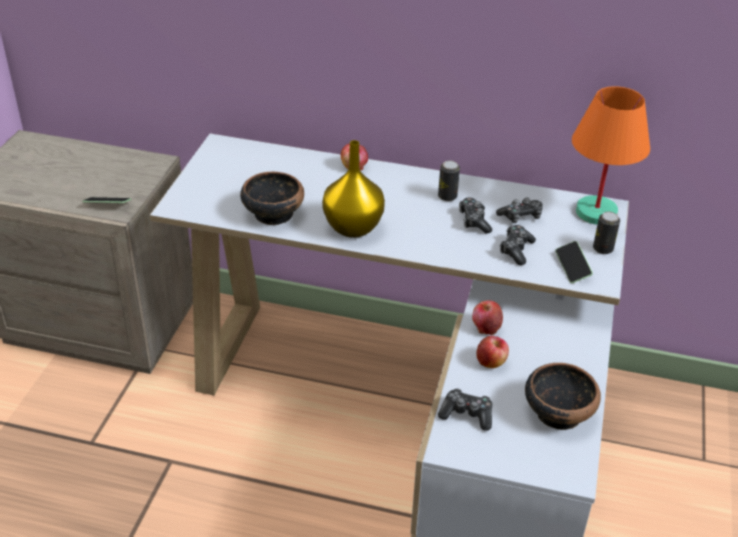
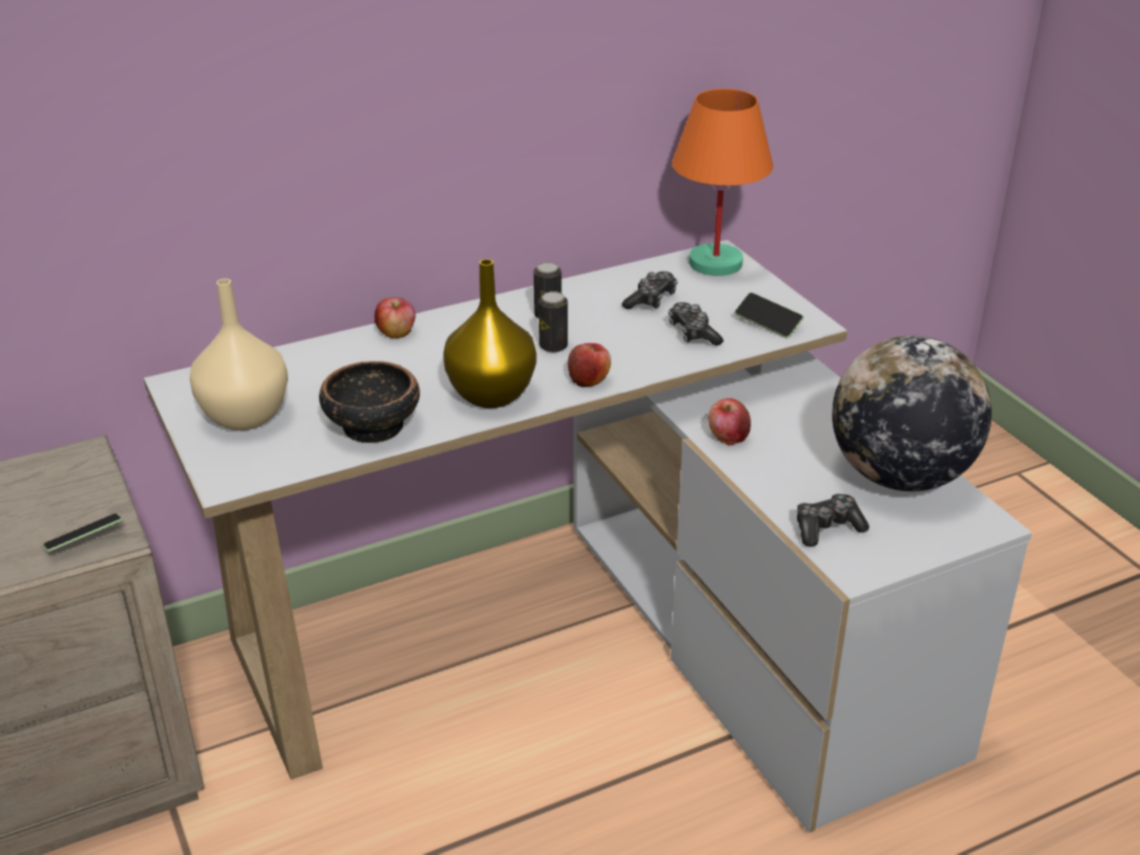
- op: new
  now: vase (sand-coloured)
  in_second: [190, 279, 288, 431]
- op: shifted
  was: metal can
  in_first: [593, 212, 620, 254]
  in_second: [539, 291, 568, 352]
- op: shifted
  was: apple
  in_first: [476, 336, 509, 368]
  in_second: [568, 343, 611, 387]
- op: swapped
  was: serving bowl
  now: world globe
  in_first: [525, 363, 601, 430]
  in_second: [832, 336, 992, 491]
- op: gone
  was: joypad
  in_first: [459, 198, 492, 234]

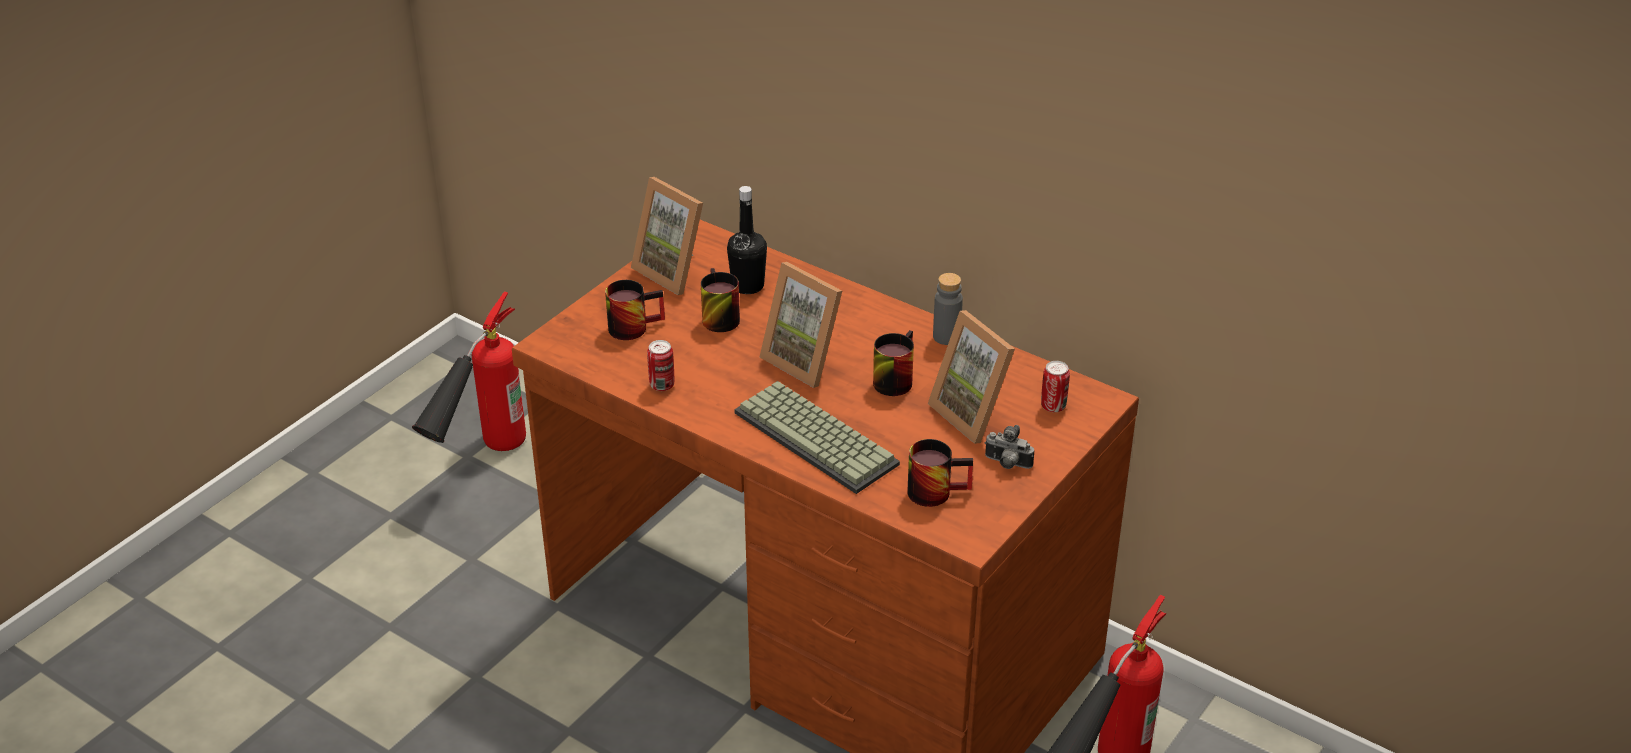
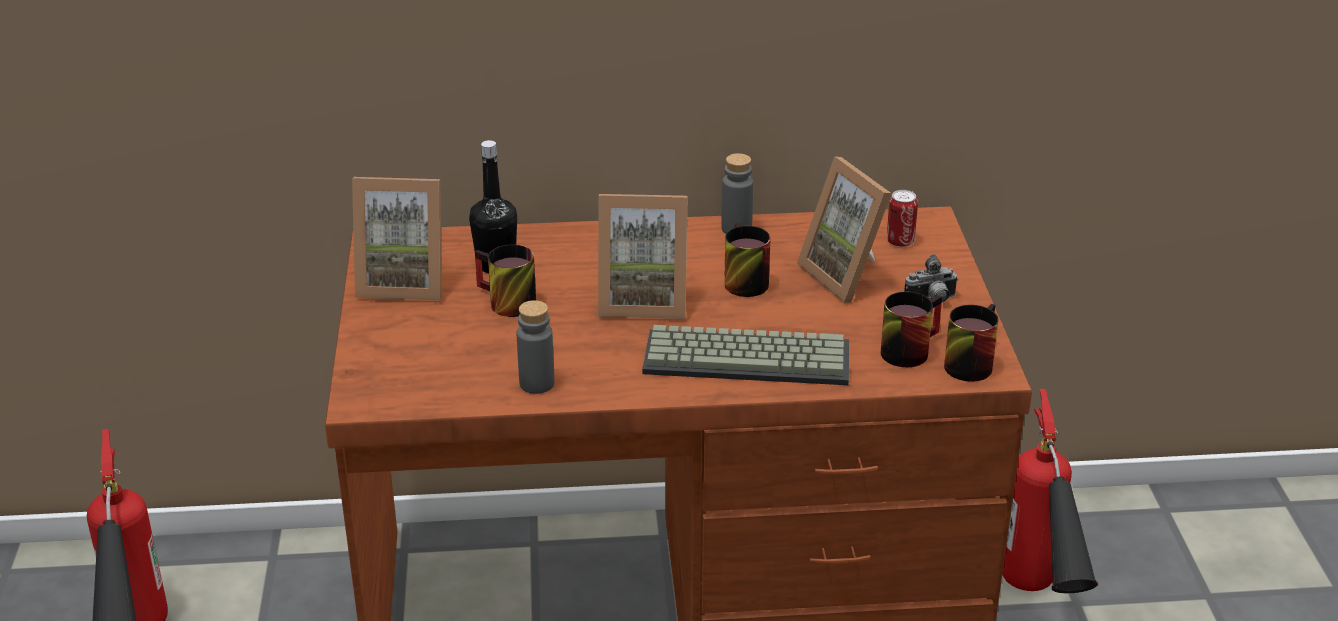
- op: swapped
  was: metal can
  now: drink bottle (grey)
  in_first: [647, 340, 674, 391]
  in_second: [517, 300, 554, 394]
- op: rotated
  was: picture frame
  in_first: [928, 310, 1015, 444]
  in_second: [797, 156, 891, 303]
  clockwise: 45
- op: shifted
  was: tea mug
  in_first: [605, 280, 665, 340]
  in_second: [944, 304, 999, 382]

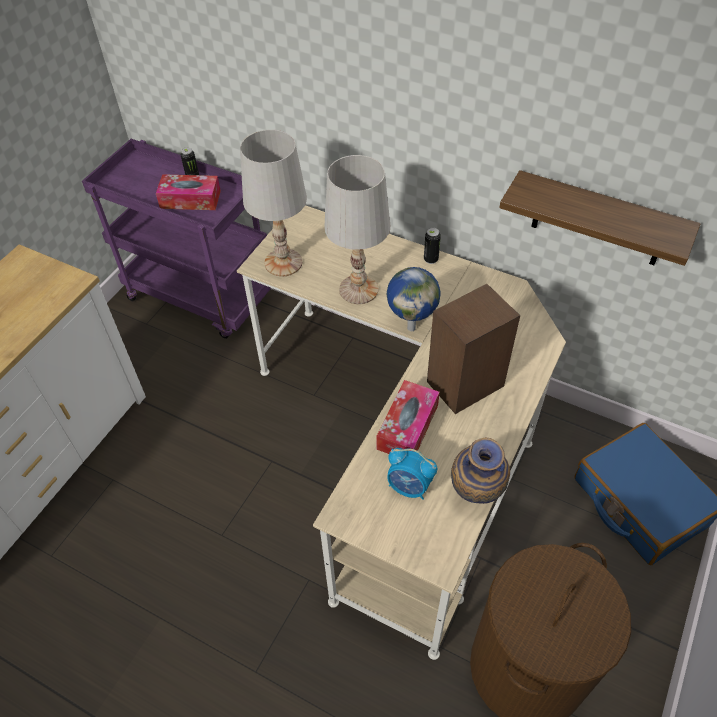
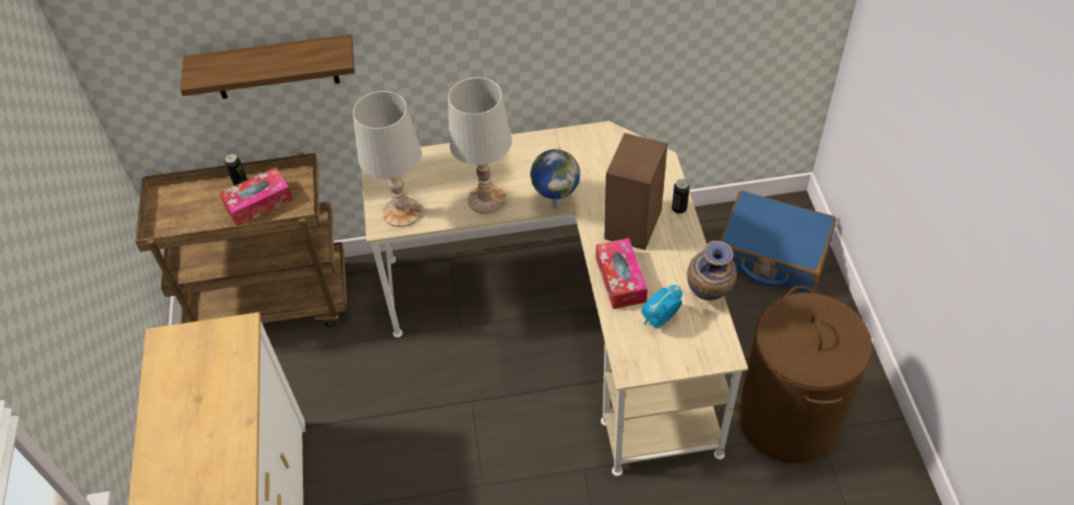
- op: repainted
  was: trolley (purple-coloured)
  now: trolley (brown-coloured)
  in_first: [82, 139, 271, 339]
  in_second: [135, 152, 347, 327]
- op: shifted
  was: shelf
  in_first: [499, 170, 701, 266]
  in_second: [180, 34, 355, 99]
- op: rotated
  was: alarm clock
  in_first: [387, 448, 437, 500]
  in_second: [641, 285, 682, 329]
  clockwise: 150
- op: shifted
  was: metal can
  in_first: [424, 228, 441, 264]
  in_second: [672, 179, 690, 214]

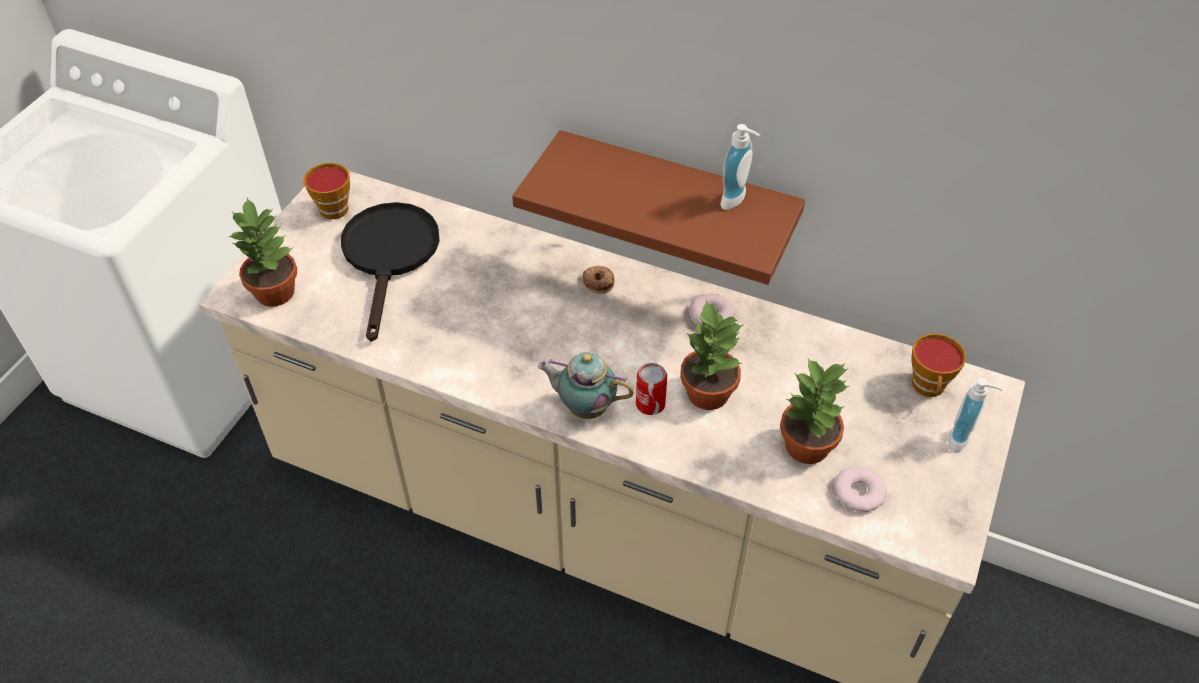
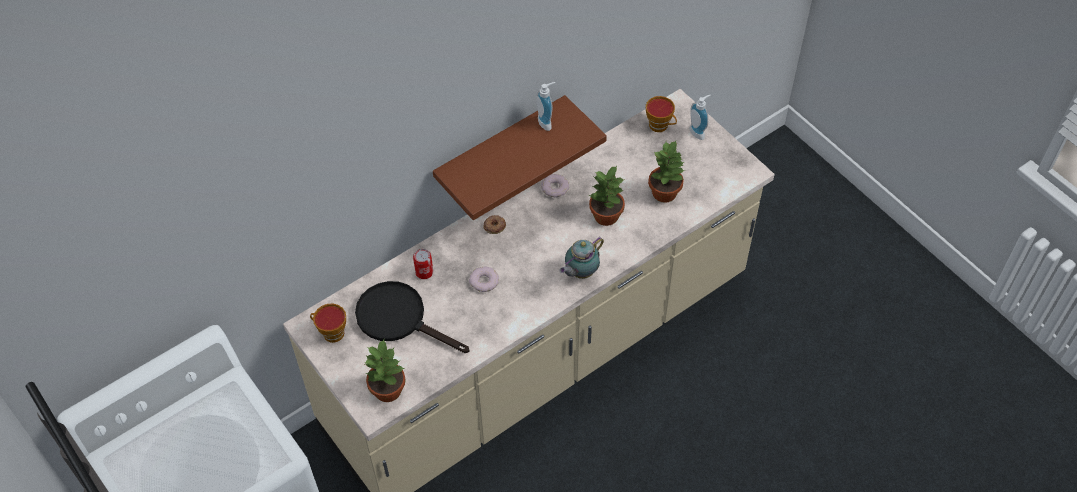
- op: shifted
  was: metal can
  in_first: [636, 363, 667, 415]
  in_second: [413, 249, 433, 279]
- op: shifted
  was: ring doughnut
  in_first: [834, 467, 887, 512]
  in_second: [469, 267, 499, 292]

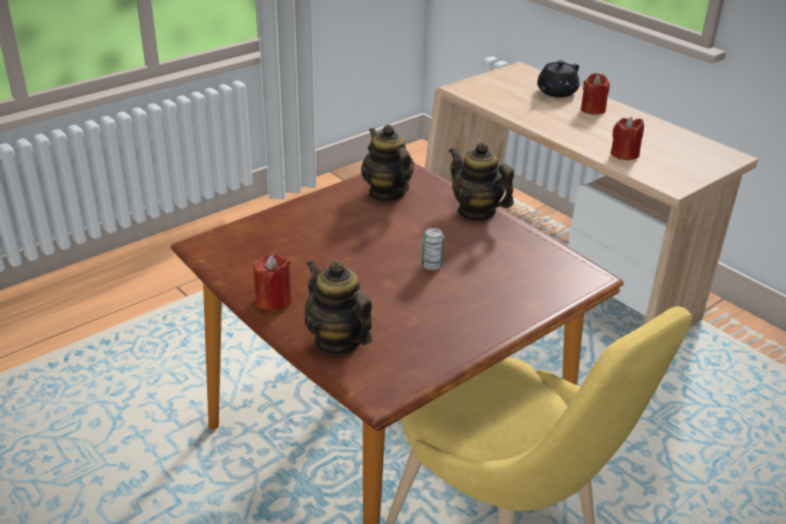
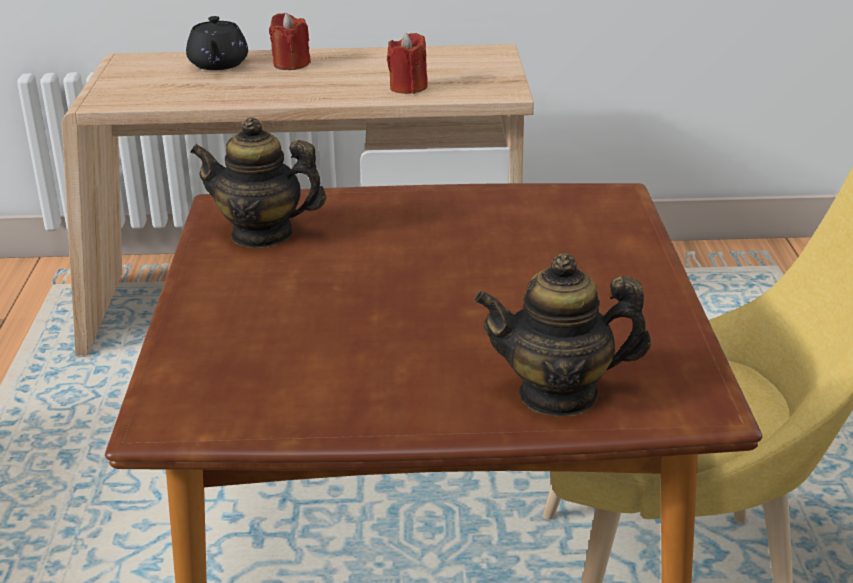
- op: gone
  was: wax candle (red)
  in_first: [253, 253, 292, 311]
- op: gone
  was: metal can
  in_first: [421, 228, 444, 270]
- op: gone
  was: teapot
  in_first: [449, 142, 514, 221]

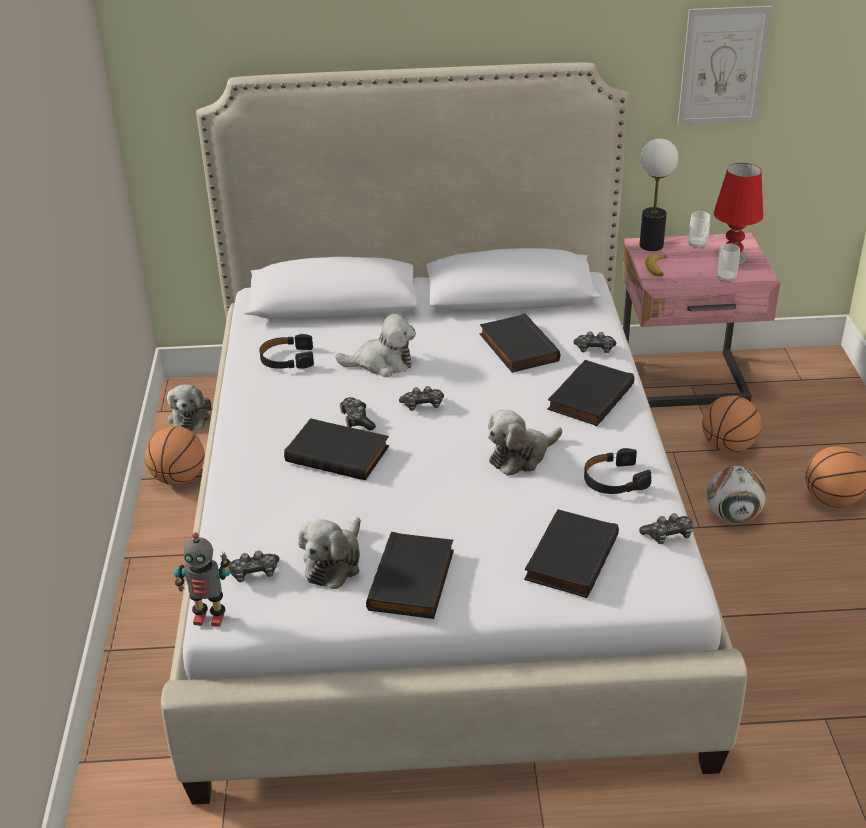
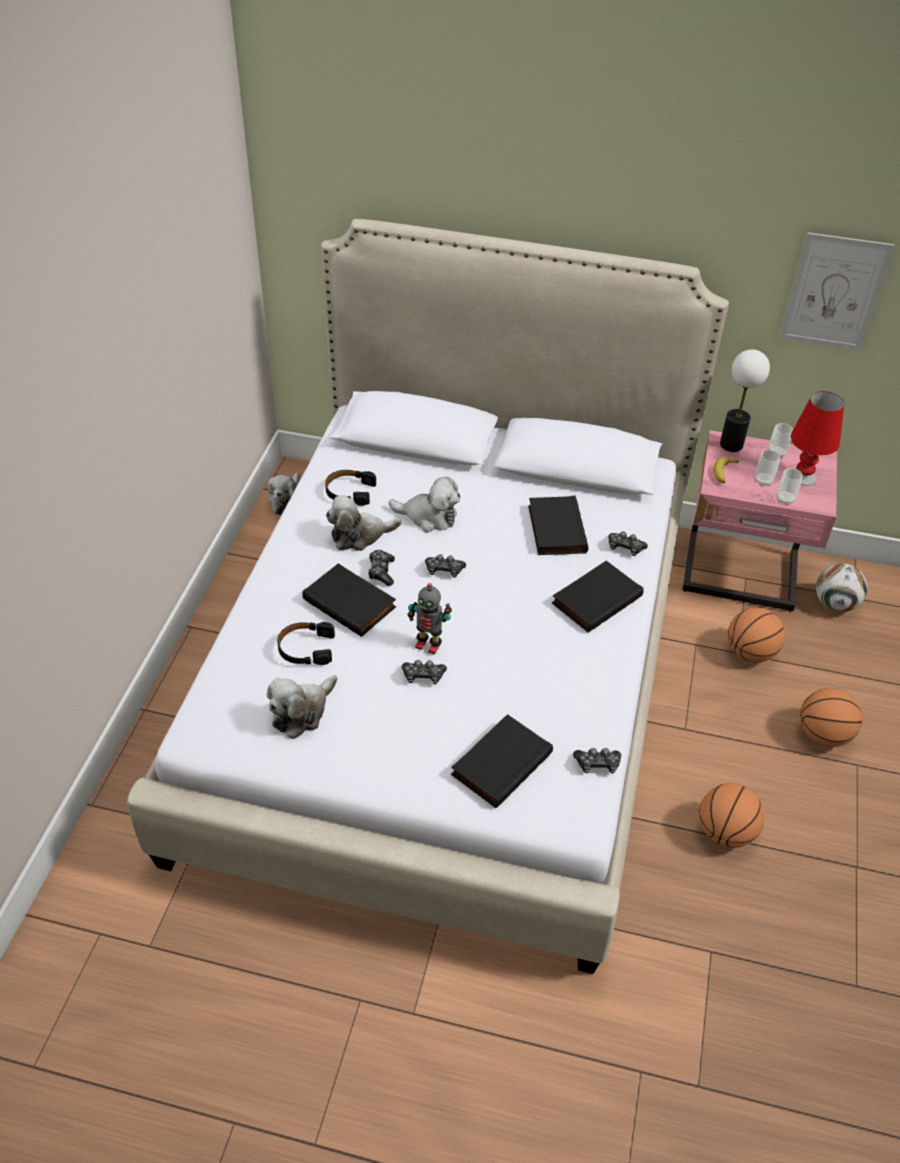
- op: shifted
  was: headset (black)
  in_first: [584, 448, 651, 494]
  in_second: [277, 622, 335, 665]
- op: shifted
  was: soft toy
  in_first: [488, 410, 562, 476]
  in_second: [326, 495, 402, 551]
- op: shifted
  was: joypad
  in_first: [228, 550, 279, 582]
  in_second: [402, 660, 447, 684]
- op: shifted
  was: robot figure
  in_first: [174, 533, 230, 627]
  in_second: [408, 583, 452, 655]
- op: shifted
  was: ball for basketball
  in_first: [145, 426, 205, 485]
  in_second: [699, 783, 764, 848]
- op: new
  now: drinking cup
  in_second: [755, 450, 780, 486]
- op: shifted
  was: football ball
  in_first: [707, 466, 766, 523]
  in_second: [816, 563, 868, 612]
- op: gone
  was: bound book (black)
  in_first: [366, 532, 454, 619]

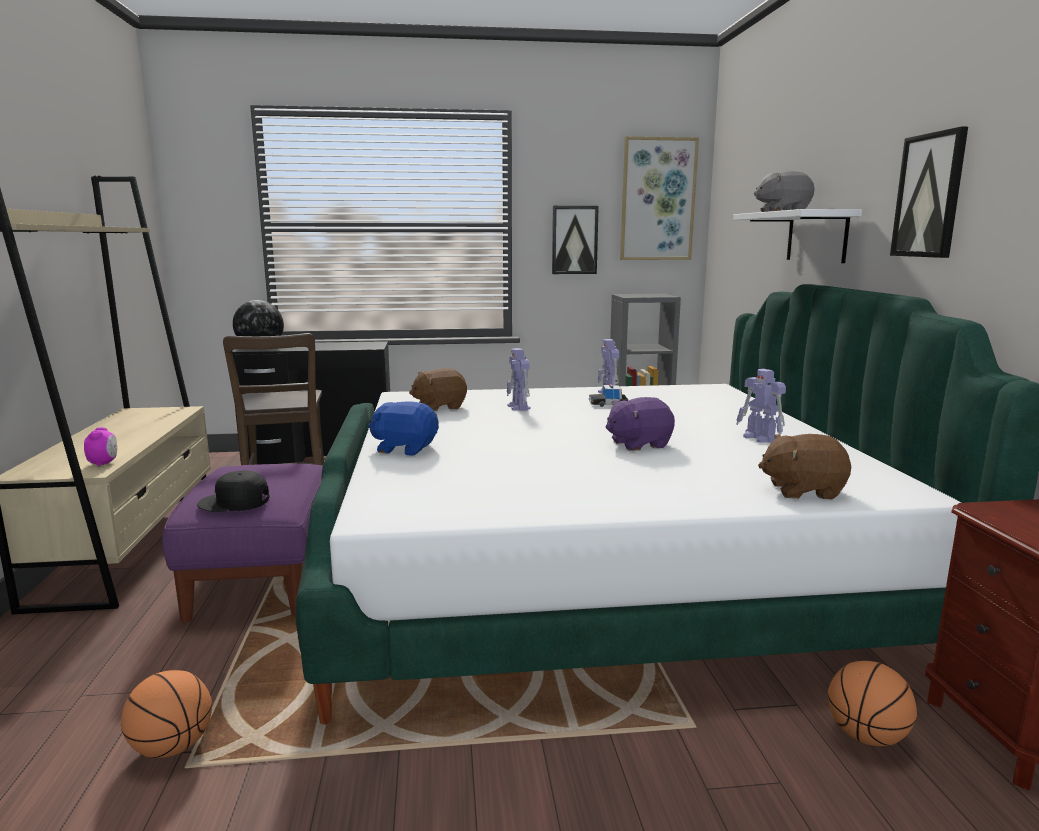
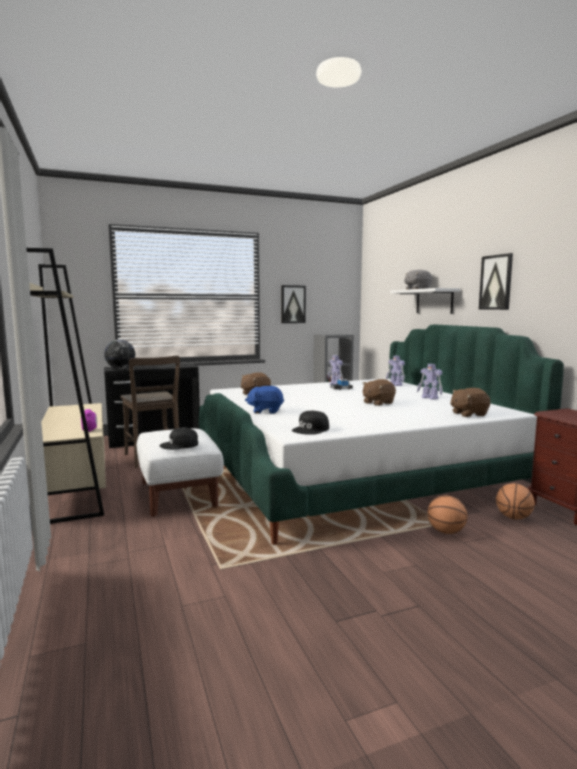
- op: repainted
  was: footrest (purple-coloured)
  now: footrest (white)
  in_first: [162, 464, 323, 623]
  in_second: [137, 428, 224, 517]
- op: new
  now: peaked cap (black)
  in_second: [292, 411, 329, 435]
- op: repainted
  was: soft toy (purple-coloured)
  now: soft toy (brown-coloured)
  in_first: [606, 397, 675, 451]
  in_second: [363, 379, 396, 406]
- op: shifted
  was: robot figure
  in_first: [507, 348, 531, 411]
  in_second: [386, 356, 405, 386]
- op: shifted
  was: ball for basketball
  in_first: [121, 670, 212, 758]
  in_second: [427, 495, 468, 534]
- op: gone
  was: picture
  in_first: [620, 136, 699, 260]

